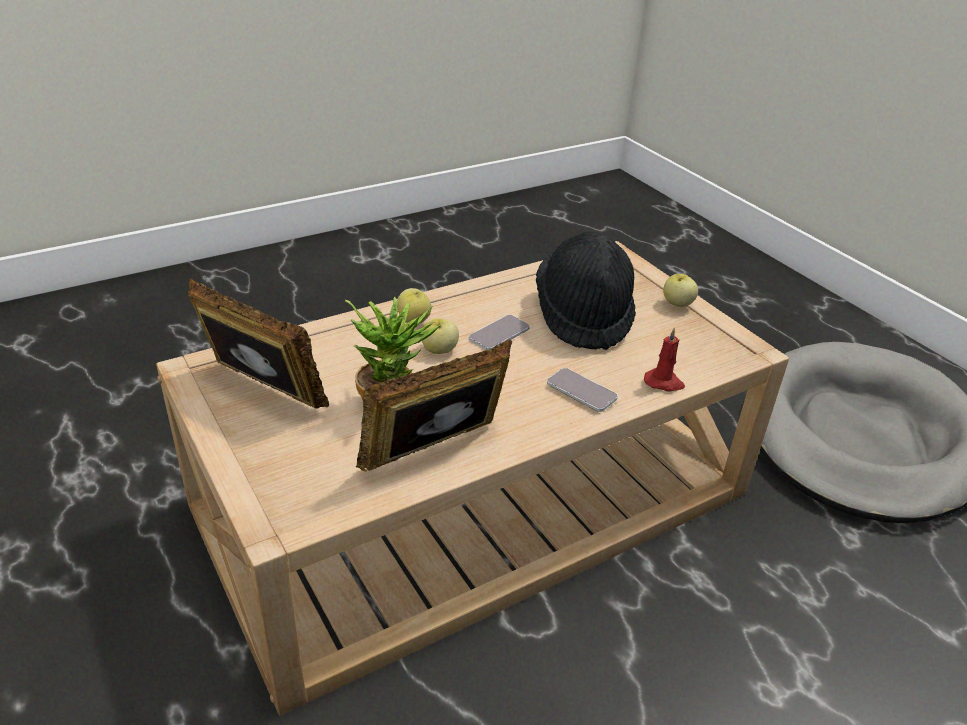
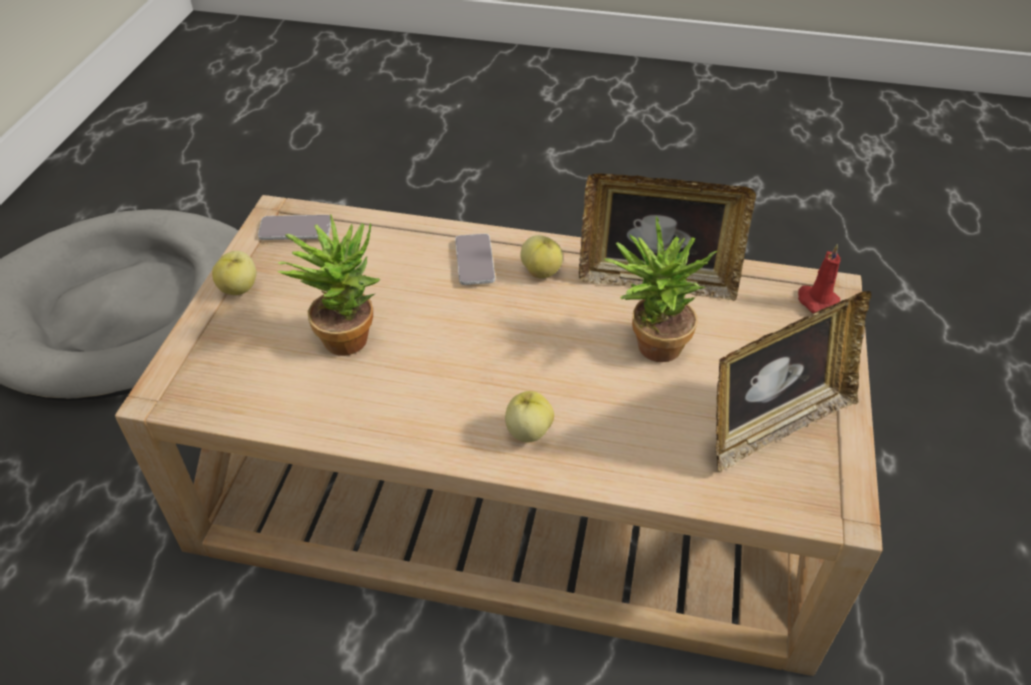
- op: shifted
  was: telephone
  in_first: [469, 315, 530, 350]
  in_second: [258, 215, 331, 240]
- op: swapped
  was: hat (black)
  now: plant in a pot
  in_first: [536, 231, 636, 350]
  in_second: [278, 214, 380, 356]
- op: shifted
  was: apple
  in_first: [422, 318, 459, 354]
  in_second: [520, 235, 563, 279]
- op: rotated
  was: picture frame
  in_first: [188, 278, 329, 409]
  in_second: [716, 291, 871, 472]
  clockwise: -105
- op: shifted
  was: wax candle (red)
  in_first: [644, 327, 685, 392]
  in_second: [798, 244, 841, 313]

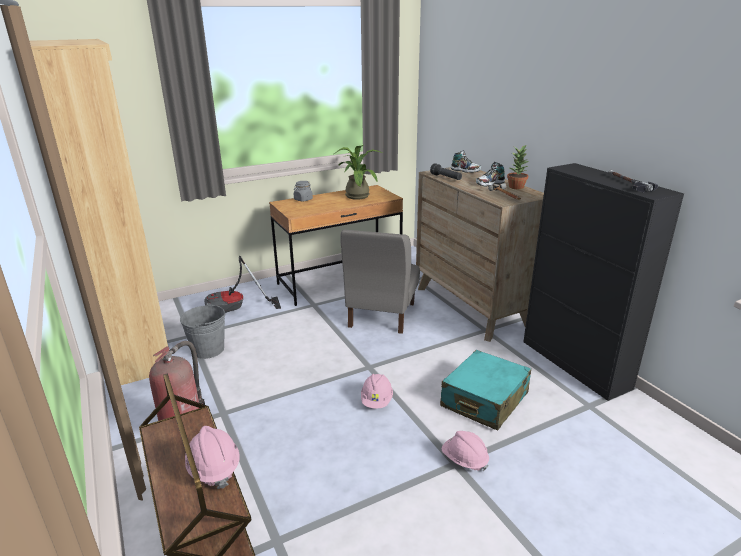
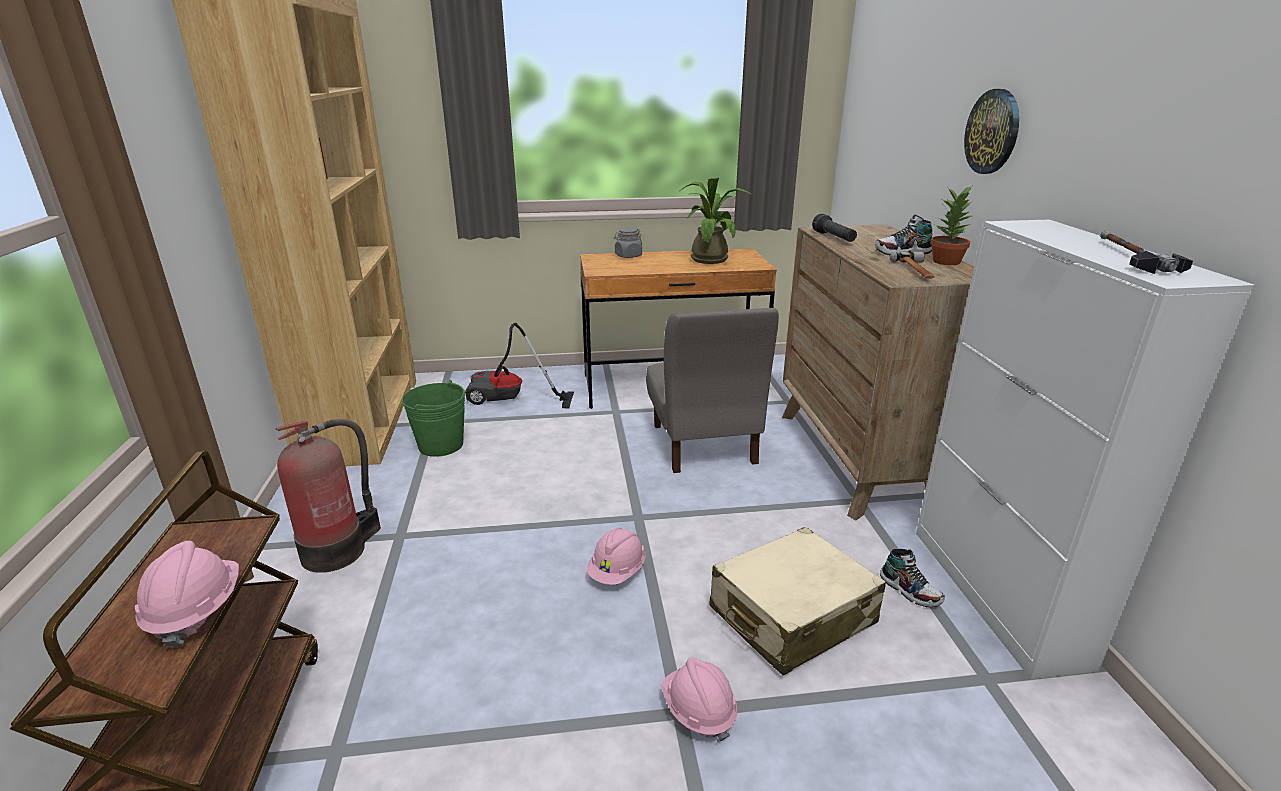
- op: repainted
  was: bucket (grey)
  now: bucket (green)
  in_first: [180, 303, 225, 359]
  in_second: [402, 380, 465, 457]
- op: rotated
  was: plain chair (grey)
  in_first: [340, 230, 420, 334]
  in_second: [646, 308, 779, 473]
  clockwise: -45
- op: repainted
  was: travel case (turquoise)
  now: travel case (sand-coloured)
  in_first: [440, 350, 531, 430]
  in_second: [710, 527, 886, 676]
- op: shifted
  was: item of footwear
  in_first: [451, 150, 481, 173]
  in_second: [880, 549, 945, 607]
- op: repainted
  was: storage cabinet (black)
  now: storage cabinet (white)
  in_first: [523, 163, 684, 401]
  in_second: [916, 220, 1255, 679]
- op: new
  now: hanging clock
  in_second: [964, 89, 1019, 174]

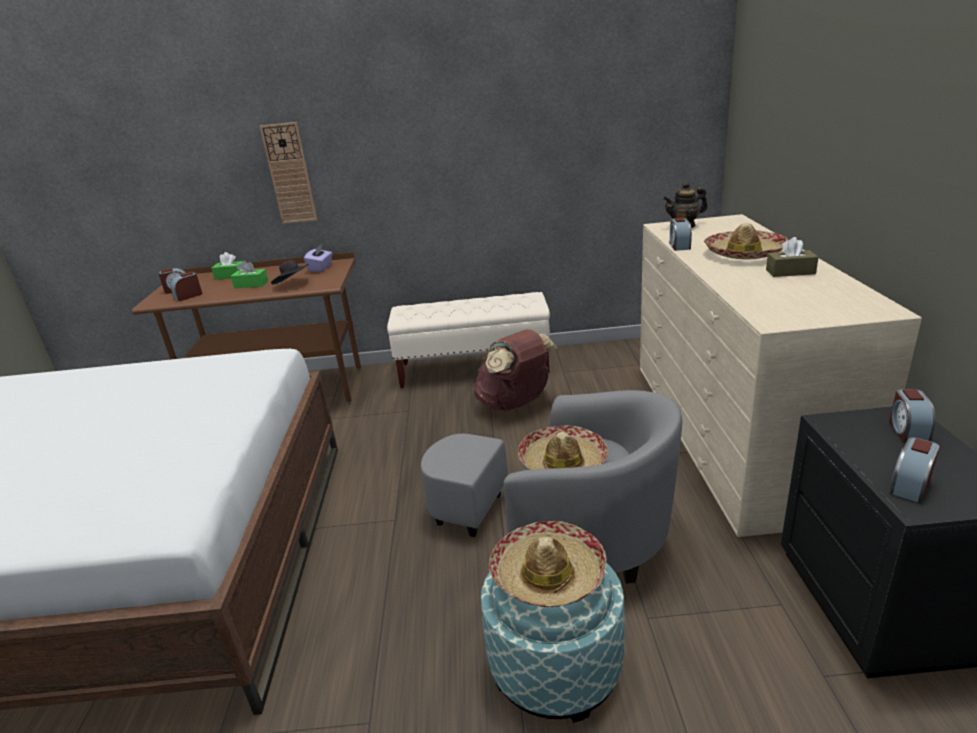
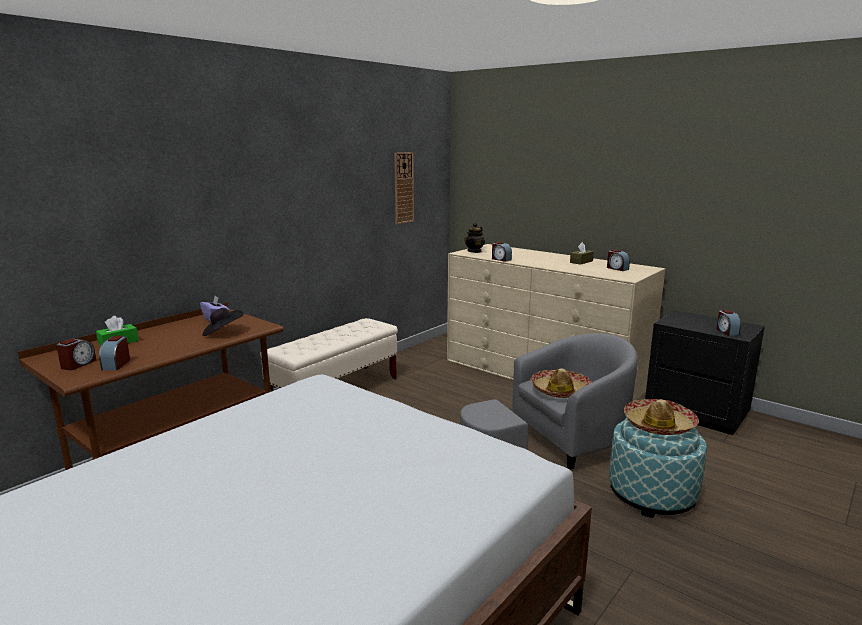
- op: shifted
  was: hanging clock
  in_first: [260, 122, 318, 224]
  in_second: [394, 152, 414, 224]
- op: shifted
  was: alarm clock
  in_first: [889, 389, 936, 443]
  in_second: [607, 250, 630, 271]
- op: gone
  was: tissue box (green)
  in_first: [231, 261, 268, 288]
- op: gone
  was: rucksack (brown-coloured)
  in_first: [474, 329, 558, 411]
- op: gone
  was: hat
  in_first: [704, 223, 788, 260]

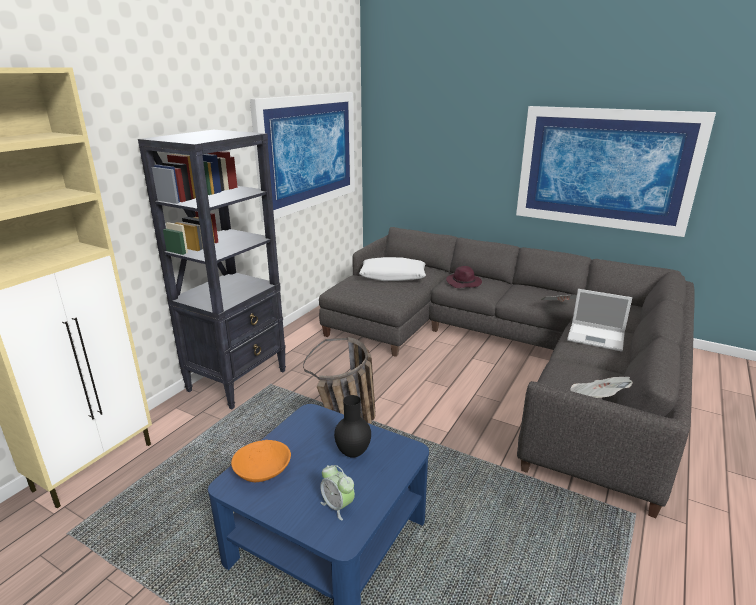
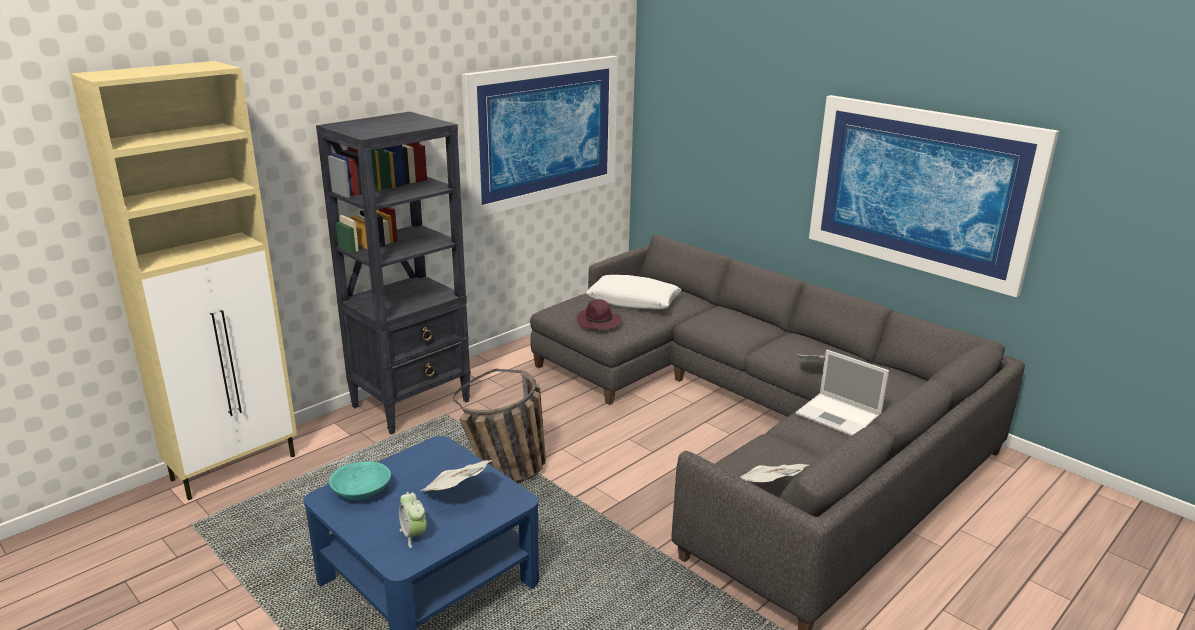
- op: repainted
  was: serving bowl (orangey)
  now: serving bowl (turquoise)
  in_first: [231, 440, 291, 482]
  in_second: [329, 461, 391, 500]
- op: swapped
  was: vase (black)
  now: newspaper
  in_first: [334, 395, 371, 458]
  in_second: [420, 460, 492, 491]
- op: shifted
  was: hat (purple-coloured)
  in_first: [446, 266, 482, 288]
  in_second: [577, 299, 622, 330]

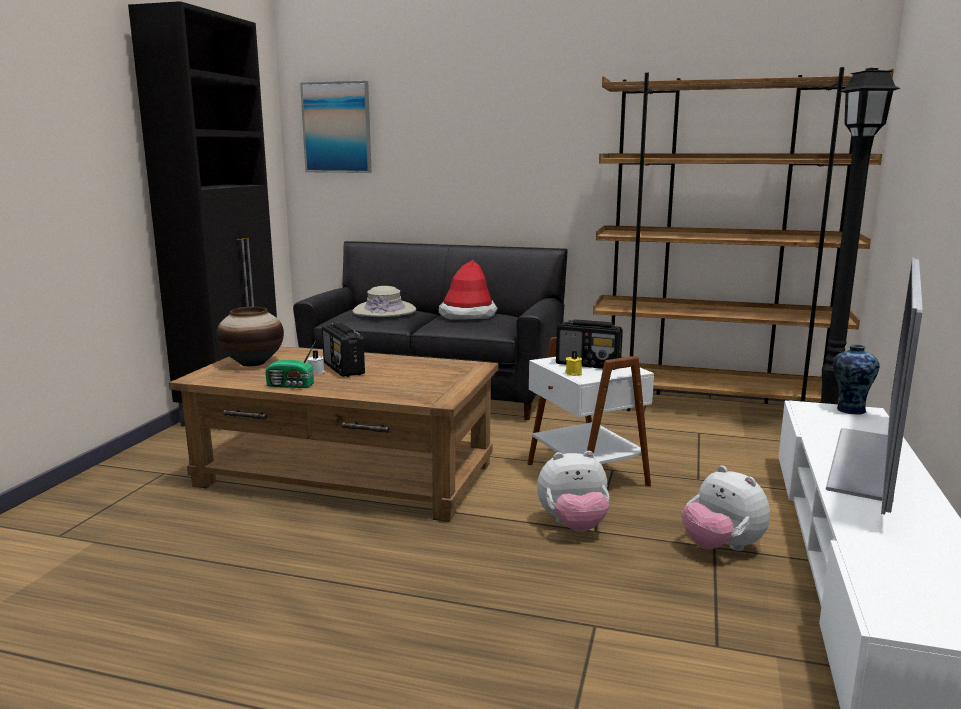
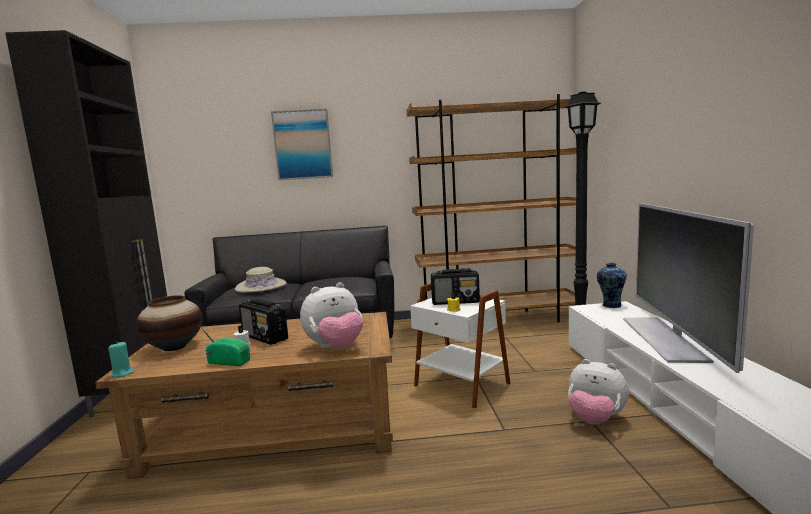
- op: new
  now: wax candle (turquoise)
  in_second: [108, 341, 134, 377]
- op: rotated
  was: radio receiver
  in_first: [265, 341, 316, 388]
  in_second: [199, 325, 250, 366]
  clockwise: -150
- op: shifted
  was: picture
  in_first: [300, 81, 372, 173]
  in_second: [271, 109, 333, 180]
- op: shifted
  was: soft toy
  in_first: [537, 451, 610, 532]
  in_second: [300, 282, 363, 348]
- op: gone
  was: hat
  in_first: [439, 260, 498, 320]

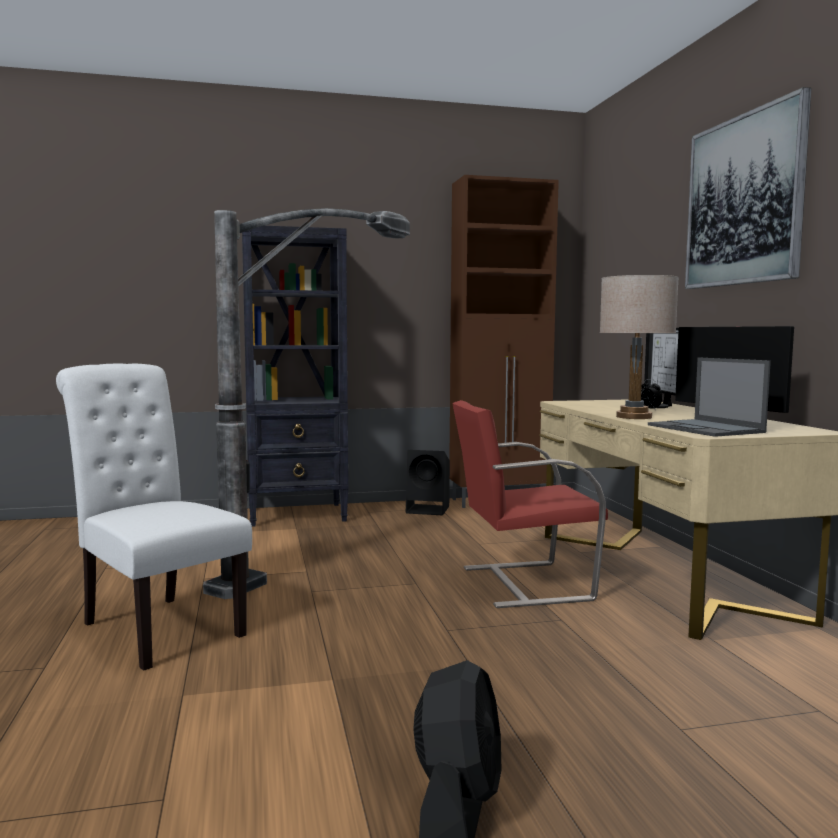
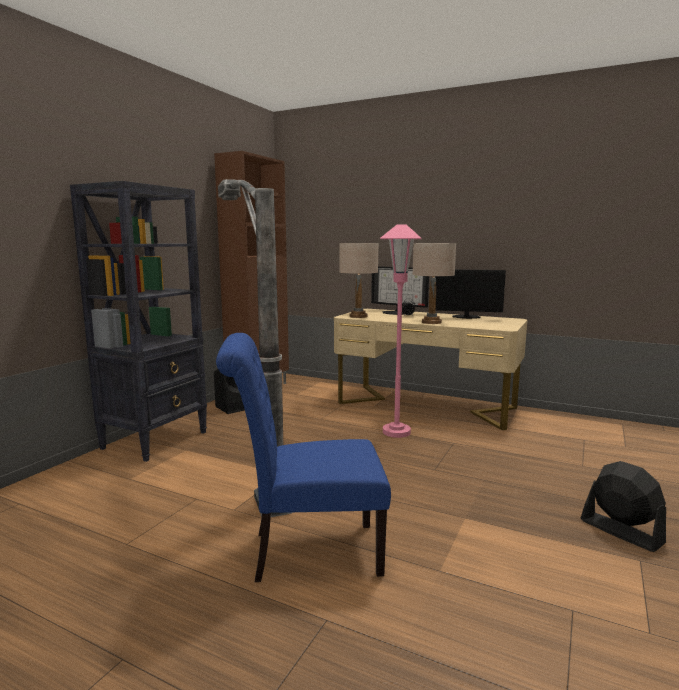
- op: repainted
  was: plain chair (white)
  now: plain chair (blue)
  in_first: [56, 363, 252, 671]
  in_second: [216, 333, 391, 582]
- op: new
  now: table lamp (sand-coloured)
  in_second: [340, 243, 379, 318]
- op: swapped
  was: plain chair (red)
  now: standard lamp (pinkish)
  in_first: [452, 400, 608, 608]
  in_second: [380, 224, 422, 438]
- op: gone
  was: notebook computer
  in_first: [648, 357, 771, 437]
- op: gone
  was: picture
  in_first: [685, 87, 812, 289]

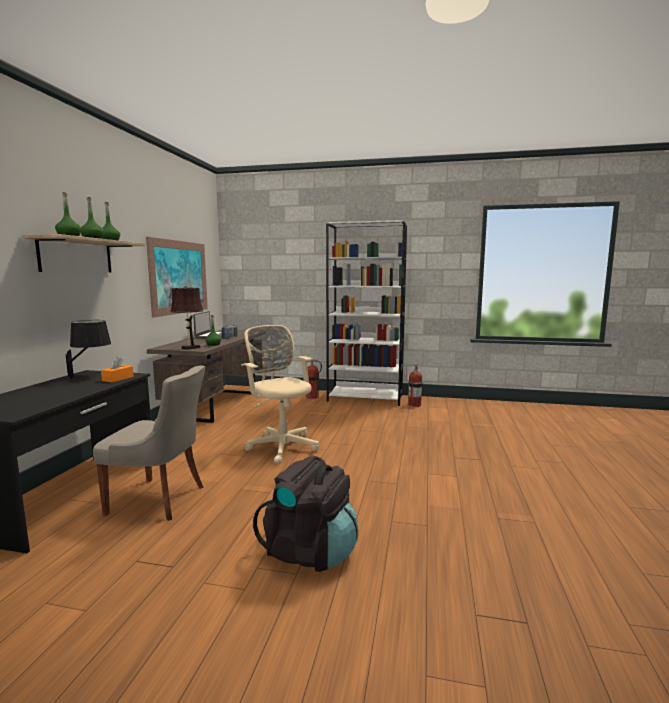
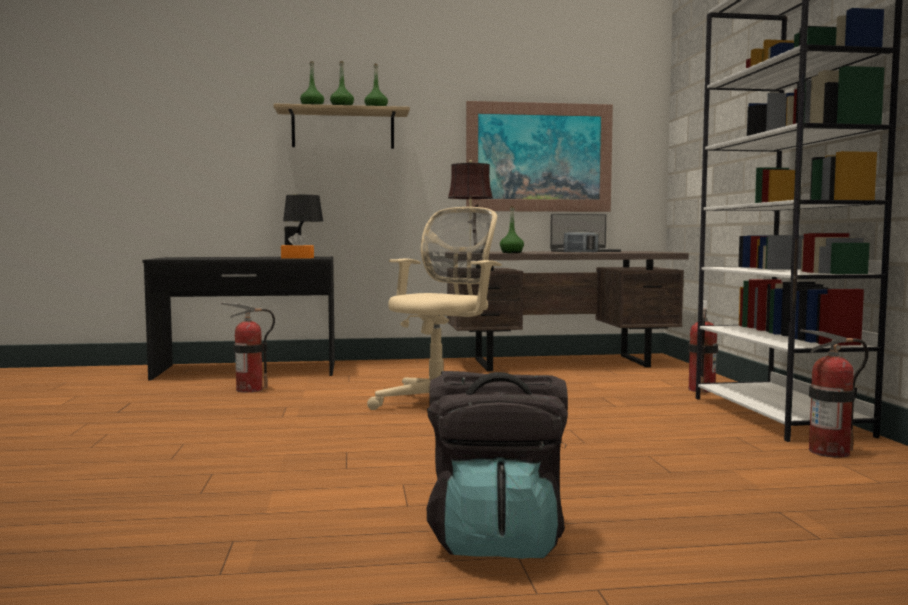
- op: swapped
  was: plain chair (grey)
  now: fire extinguisher
  in_first: [93, 366, 205, 521]
  in_second: [221, 302, 275, 392]
- op: shifted
  was: rucksack (black)
  in_first: [253, 456, 358, 572]
  in_second: [427, 371, 568, 559]

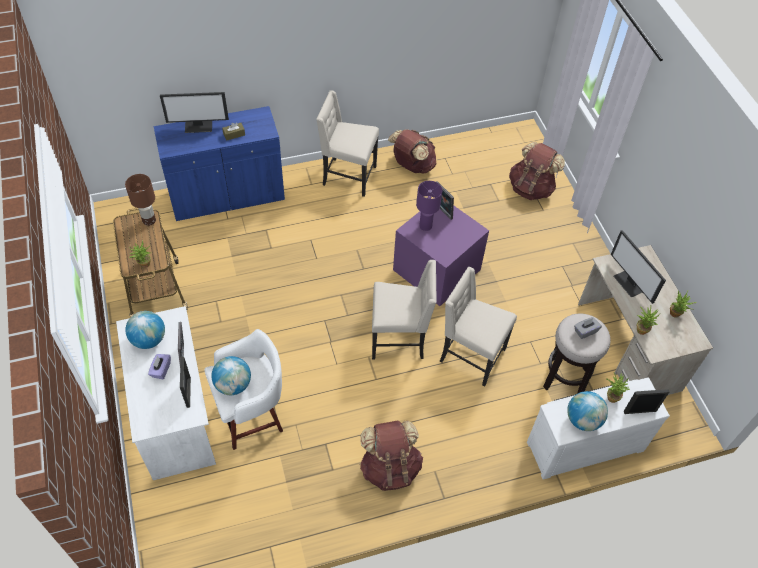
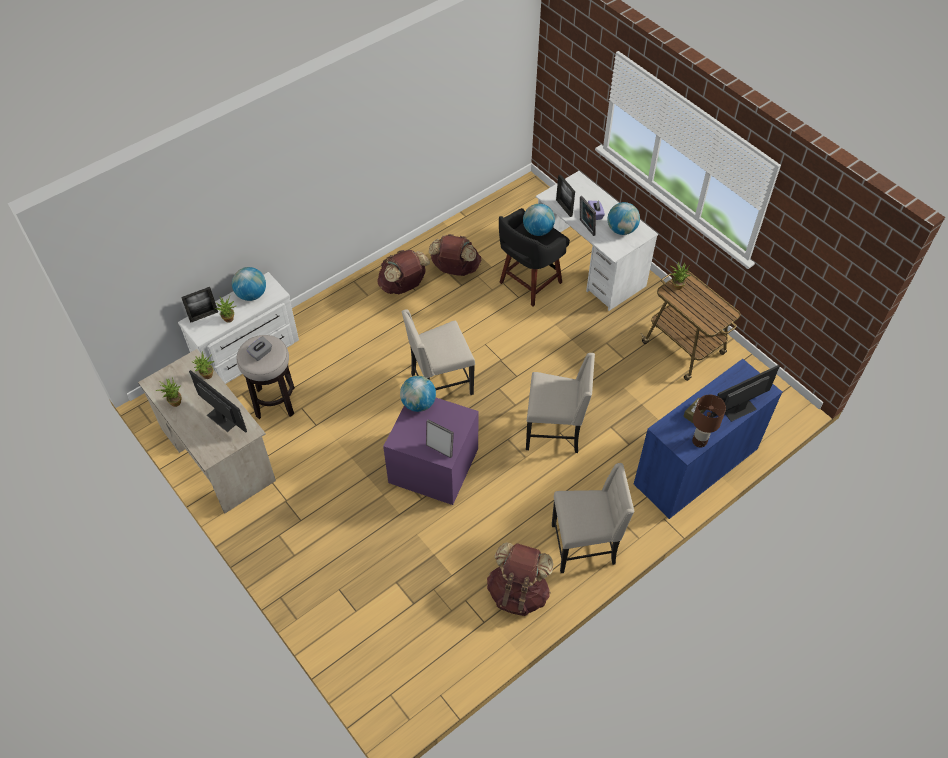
- op: new
  now: world globe
  in_second: [400, 376, 436, 412]
- op: shifted
  was: rucksack (brown-coloured)
  in_first: [509, 142, 565, 200]
  in_second: [429, 234, 481, 276]
- op: repainted
  was: stool (white)
  now: stool (black)
  in_first: [204, 329, 283, 450]
  in_second: [499, 208, 570, 306]
- op: shifted
  was: plain chair (sand-coloured)
  in_first: [440, 267, 517, 387]
  in_second: [526, 353, 595, 453]
- op: shifted
  was: table lamp (brown-coloured)
  in_first: [125, 174, 156, 226]
  in_second: [692, 395, 726, 448]
- op: gone
  was: table lamp (purple-coloured)
  in_first: [416, 181, 442, 231]

